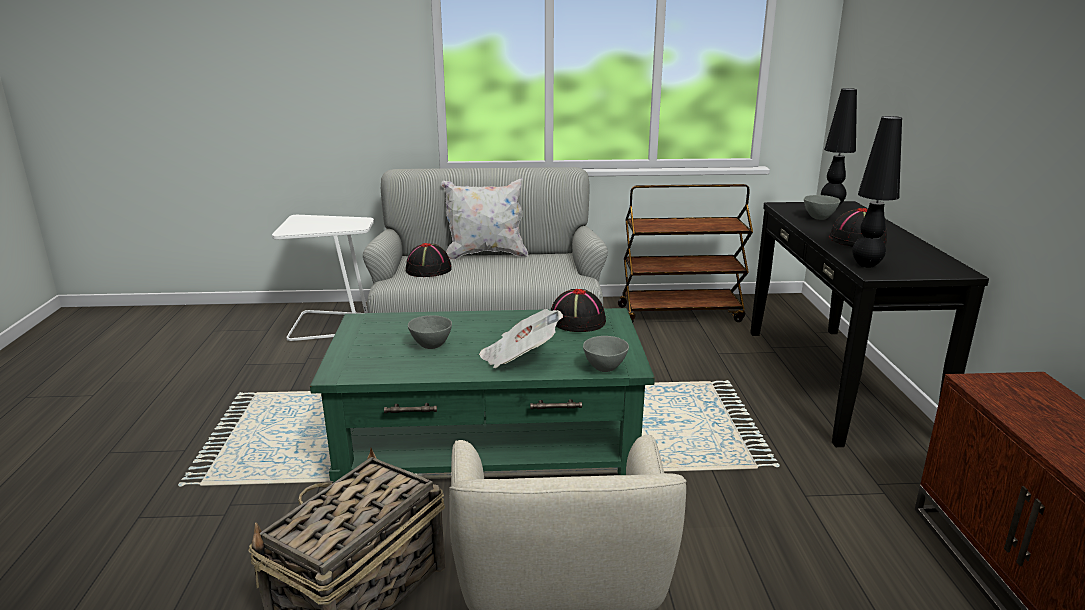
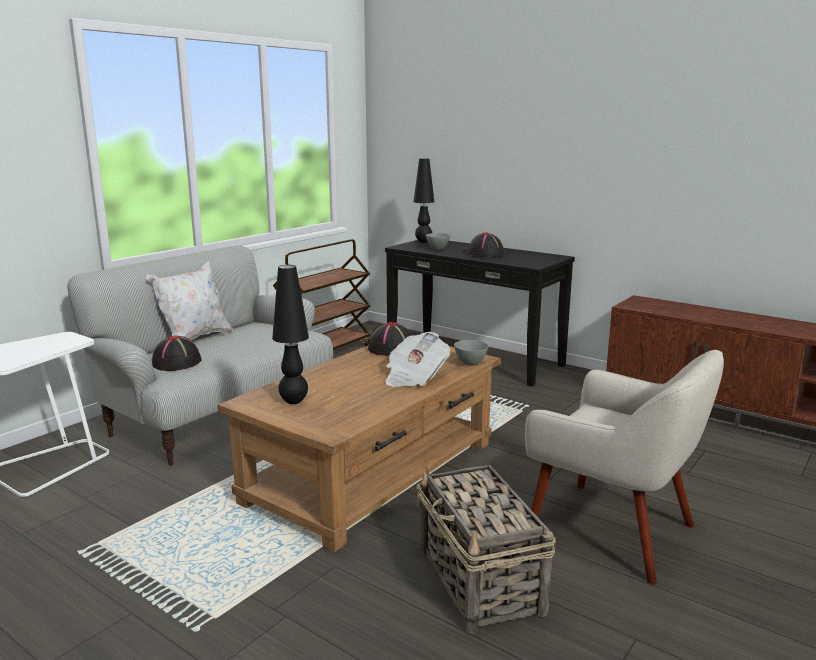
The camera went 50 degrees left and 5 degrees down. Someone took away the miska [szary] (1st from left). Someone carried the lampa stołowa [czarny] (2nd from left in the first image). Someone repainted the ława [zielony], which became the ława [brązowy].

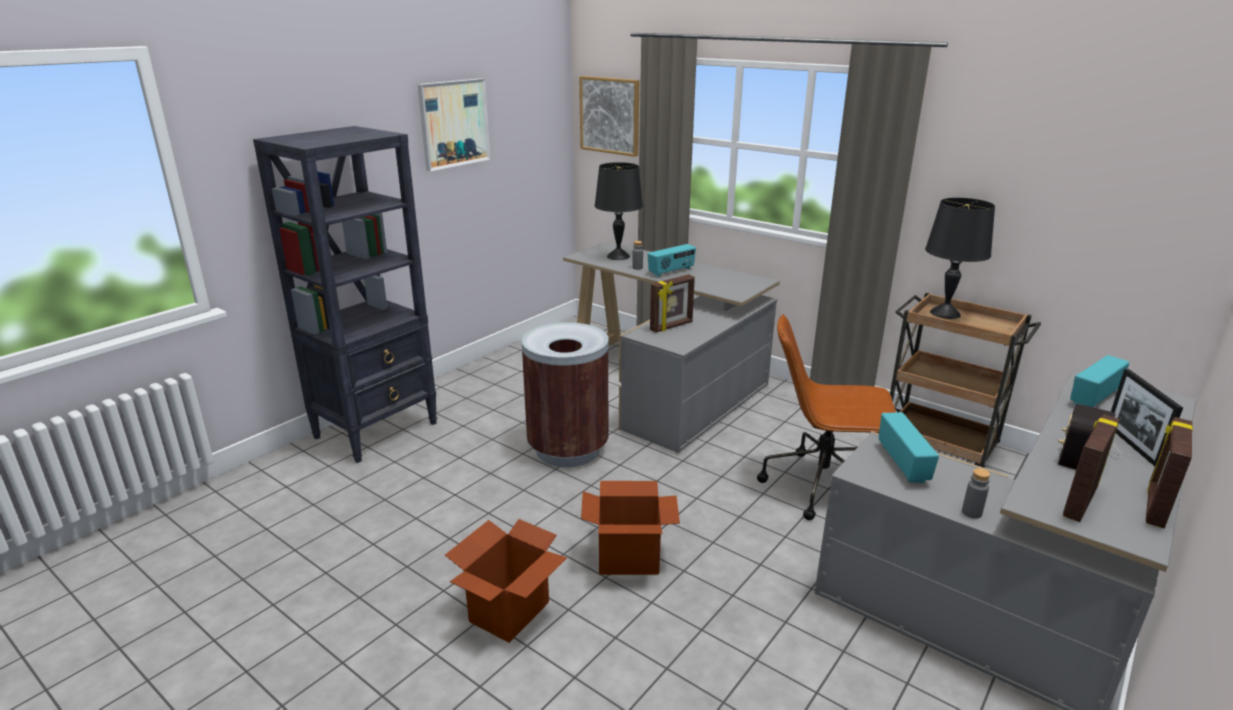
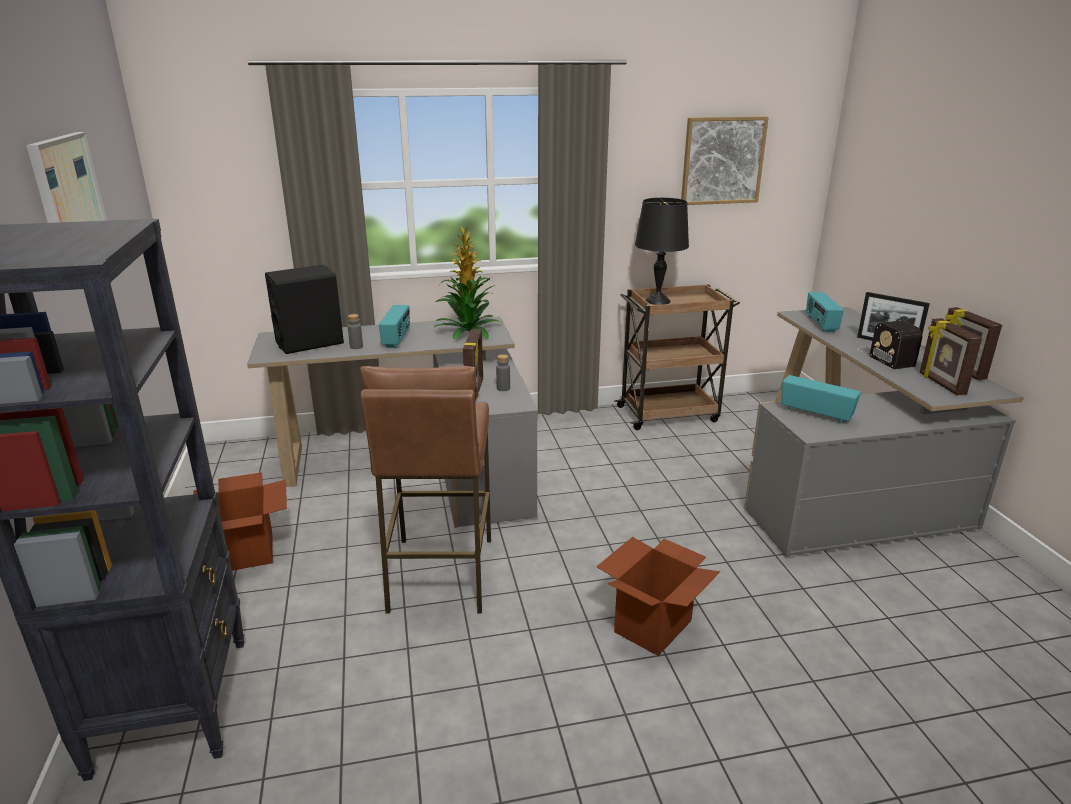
The camera went 50 degrees left and 0 degrees up. Someone took away the krzesło biurowe [brązowy]. Someone put down the roślina doniczkowa. Someone carried the karton (1st from left). Someone carried the obraz (2nd from left). Someone carried the butelka [szary] (2nd from left). Someone swapped the kosz na śmieci [brązowy] for the stołek [brązowy]. Someone swapped the lampa stołowa [czarny] (1st from left) for the głośnik [czarny].

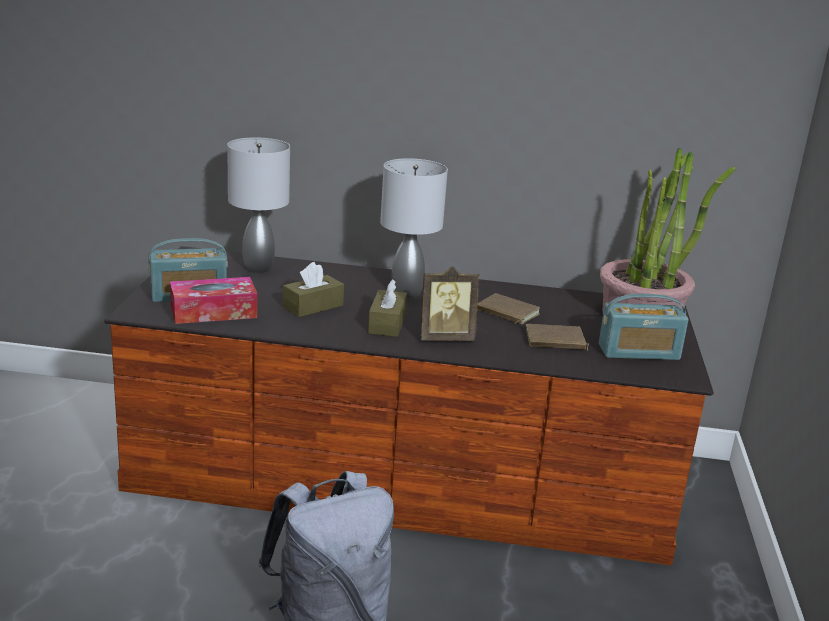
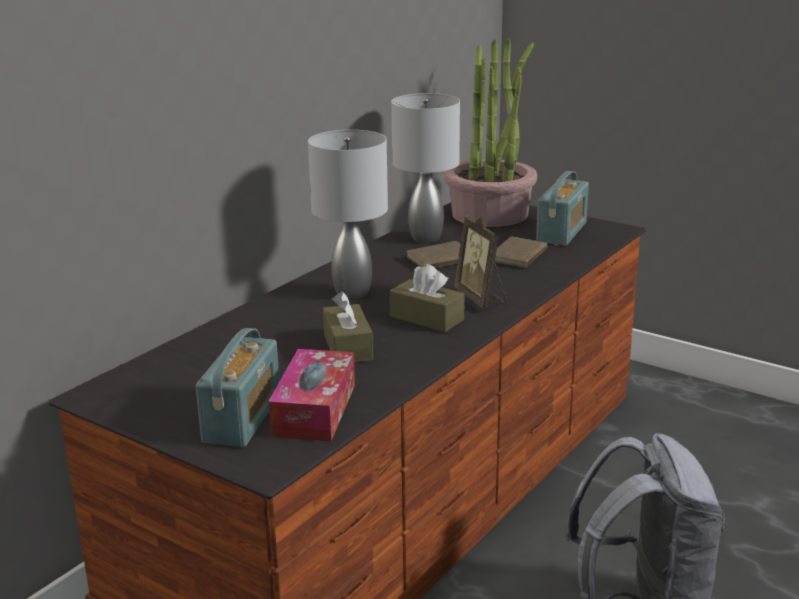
The camera went 60 degrees left and 0 degrees up. Someone carried the lampa stołowa [szary] (1st from left in the first image). Someone rotated the ramka na zdjęcie by 135 degrees clockwise.

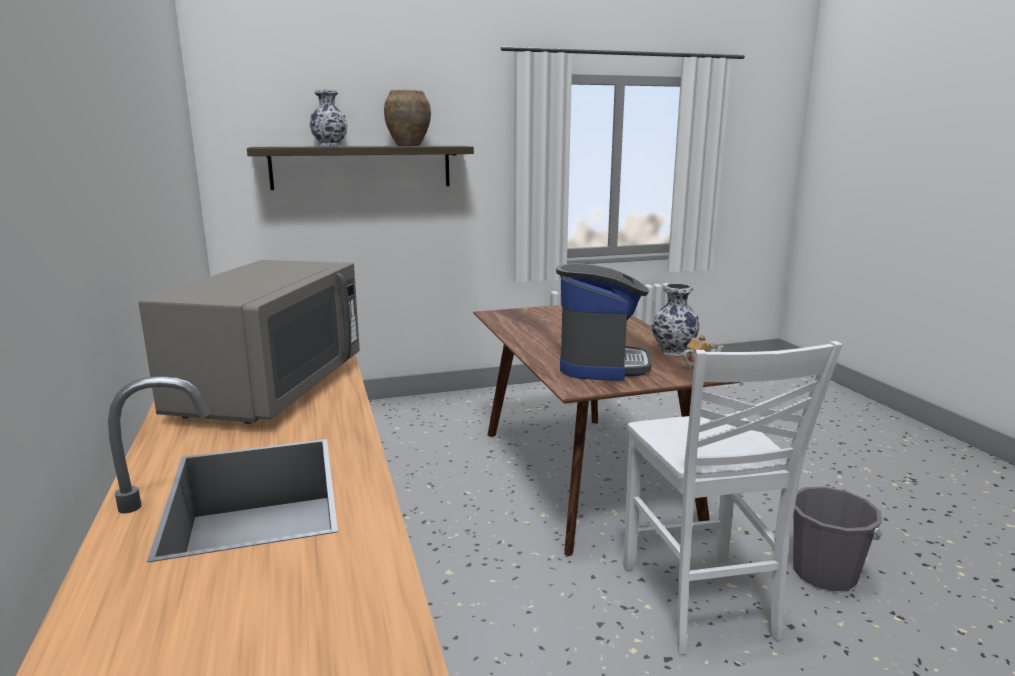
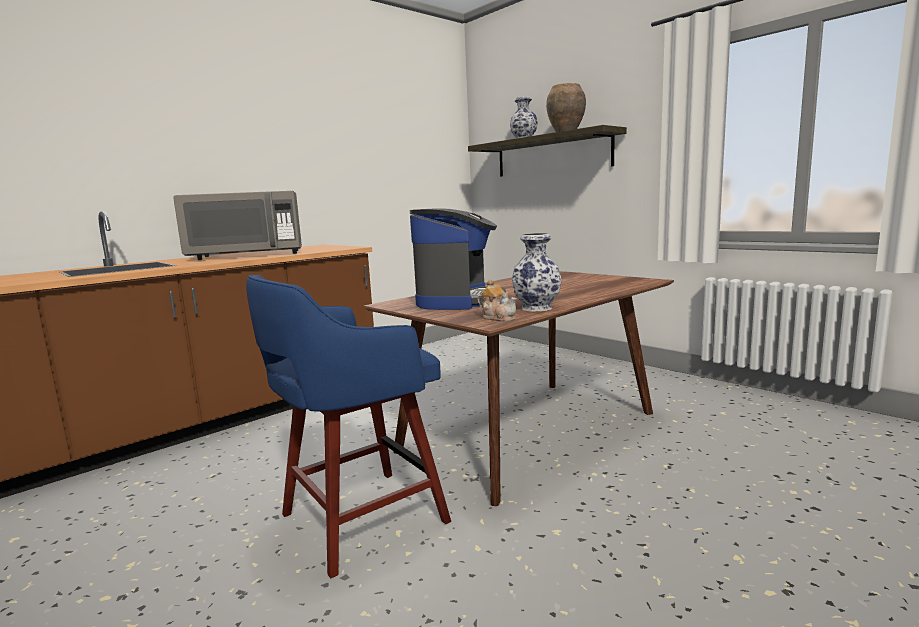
The camera went 65 degrees right and 5 degrees down. Someone took away the wiadro [szary]. Someone swapped the krzesło [biały] for the stołek [niebieski]. Someone rotated the ekspres do kawy by 60 degrees counterclockwise.

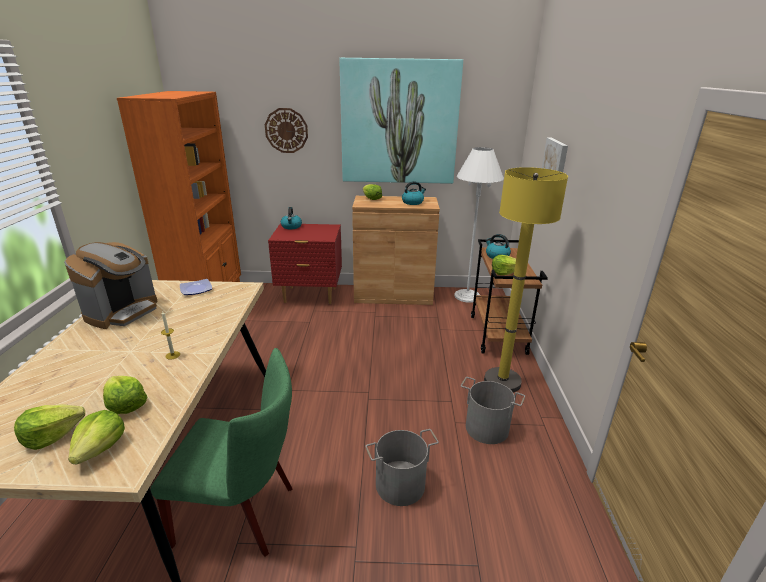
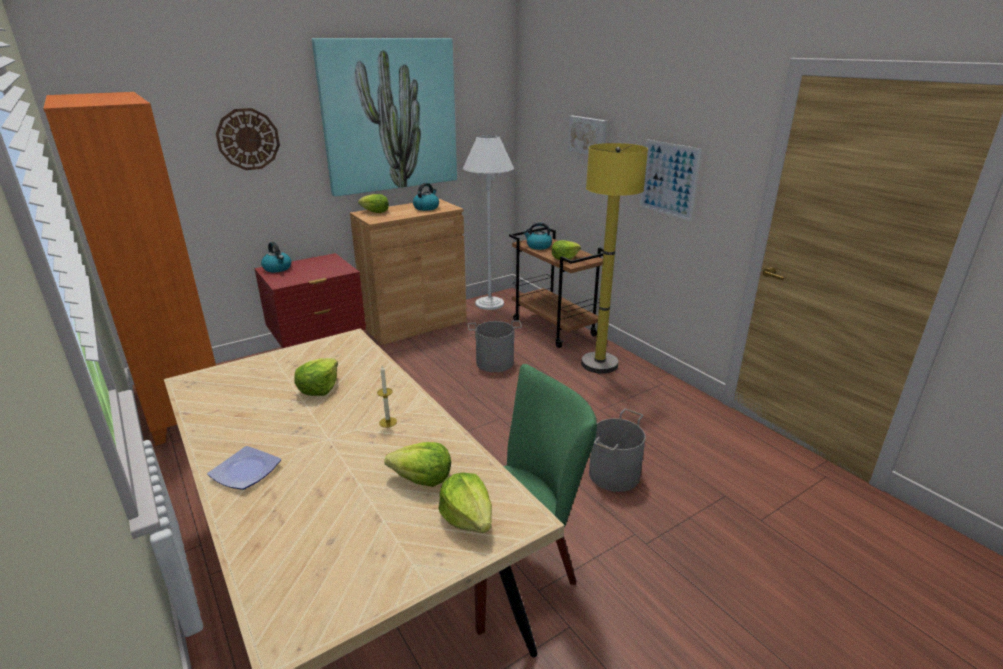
The camera went 35 degrees left and 0 degrees up. Someone took away the ekspres do kawy. Someone put up the obraz (3rd from left). Someone carried the sałata (1st from left). Someone carried the talerz. Someone carried the wiadro [szary] (2nd from left in the first image).

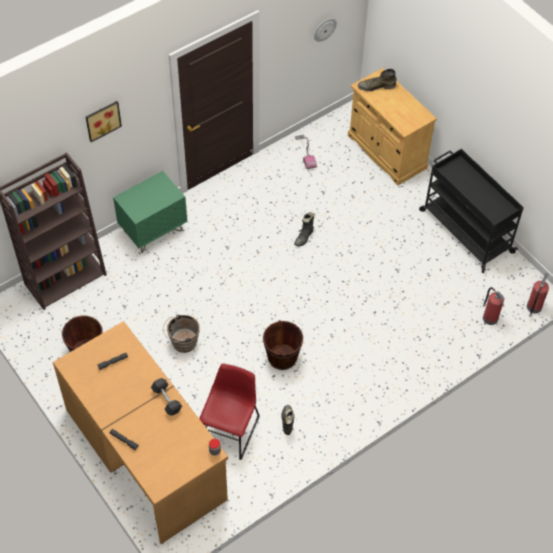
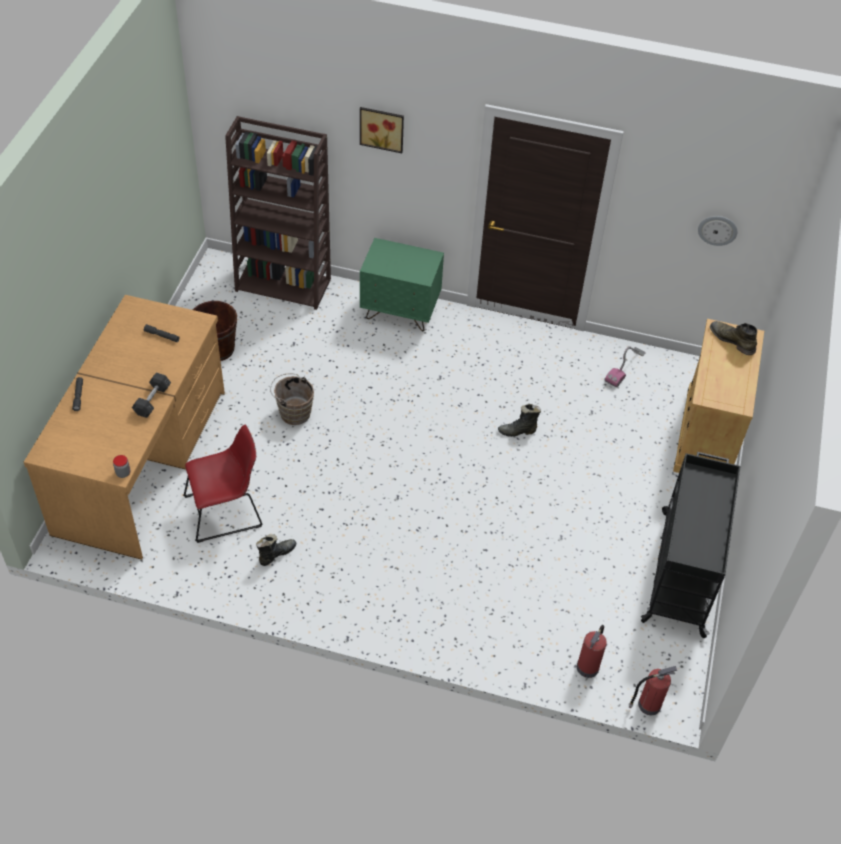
The camera went 50 degrees right and 5 degrees down. Someone took away the wiadro [brązowy] (3rd from left).

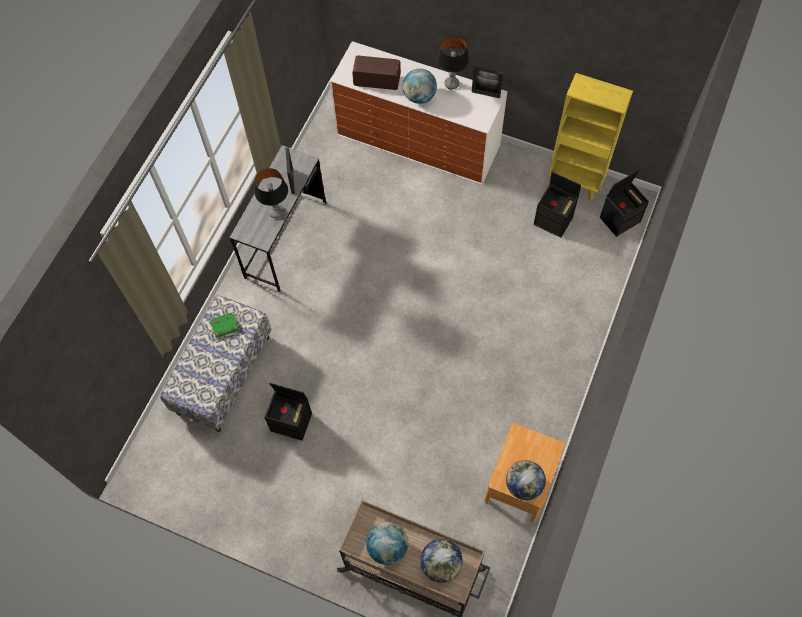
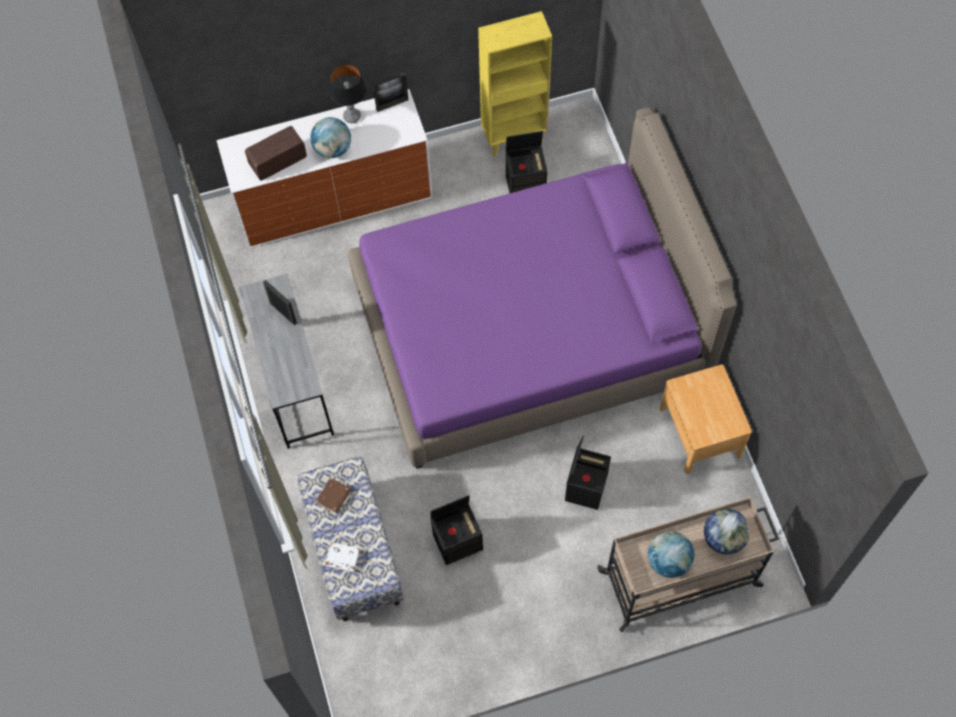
The camera went 40 degrees left and 0 degrees up. Someone took away the lampa stołowa (1st from left). Someone took away the globus (4th from left). Someone put down the książka [biały]. Someone put down the łóżko [fioletowy]. Someone carried the pojemnik do przechowywania [czarny] (3rd from left). Someone repainted the książka [zielony], which became the książka [brązowy].

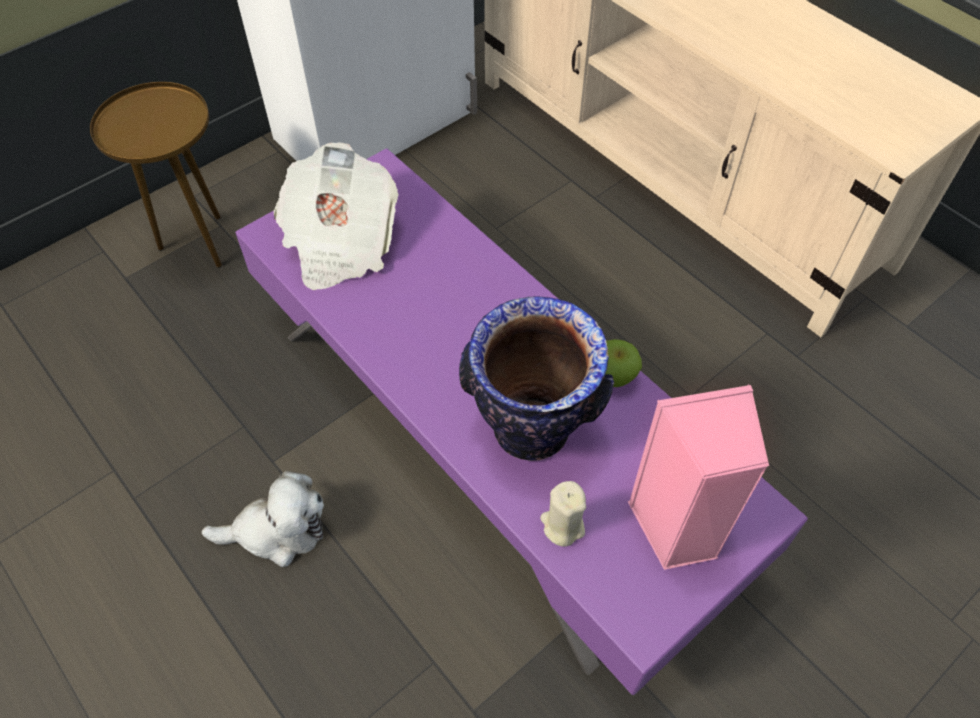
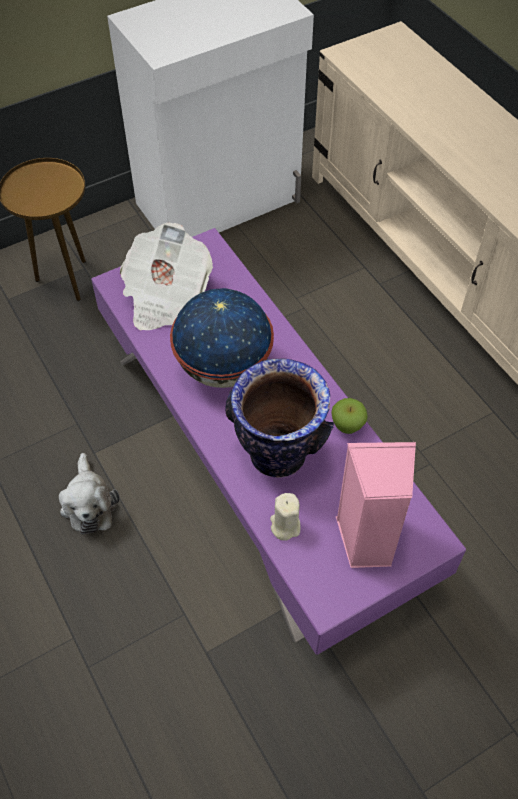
The camera went 10 degrees right and 0 degrees up. Someone put down the globus. Someone rotated the pluszak by 75 degrees clockwise.

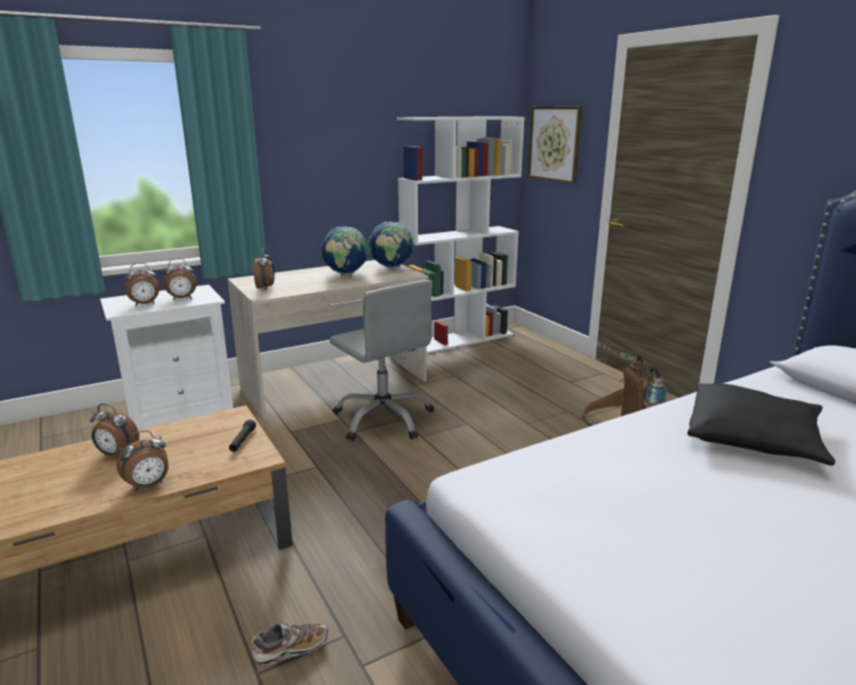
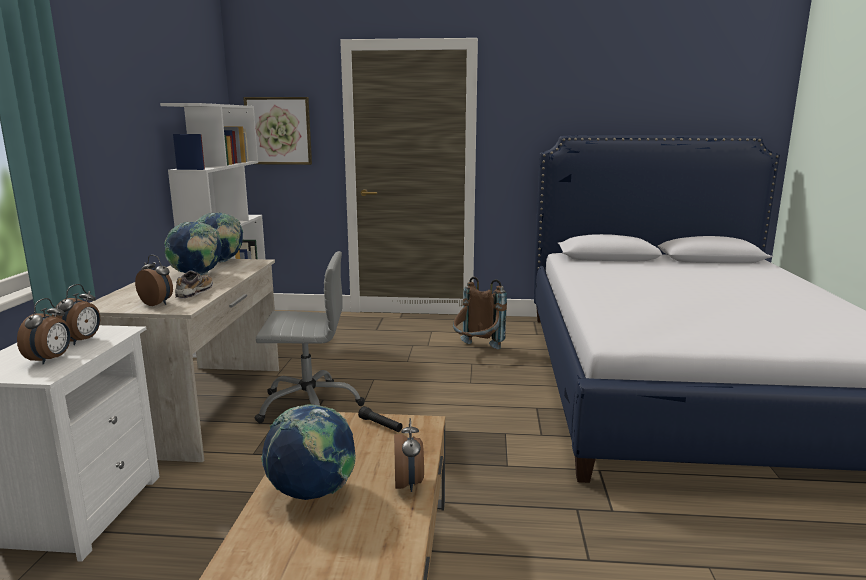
The camera went 55 degrees left and 5 degrees down. Someone took away the poduszka [czarny]. Someone carried the but. Someone swapped the budzik (1st from left) for the globus (3rd from left).

